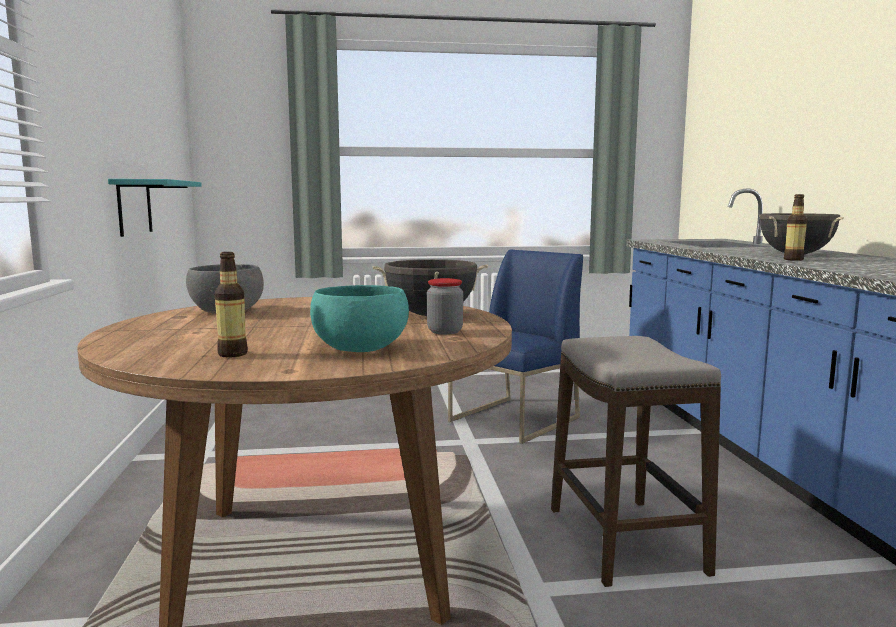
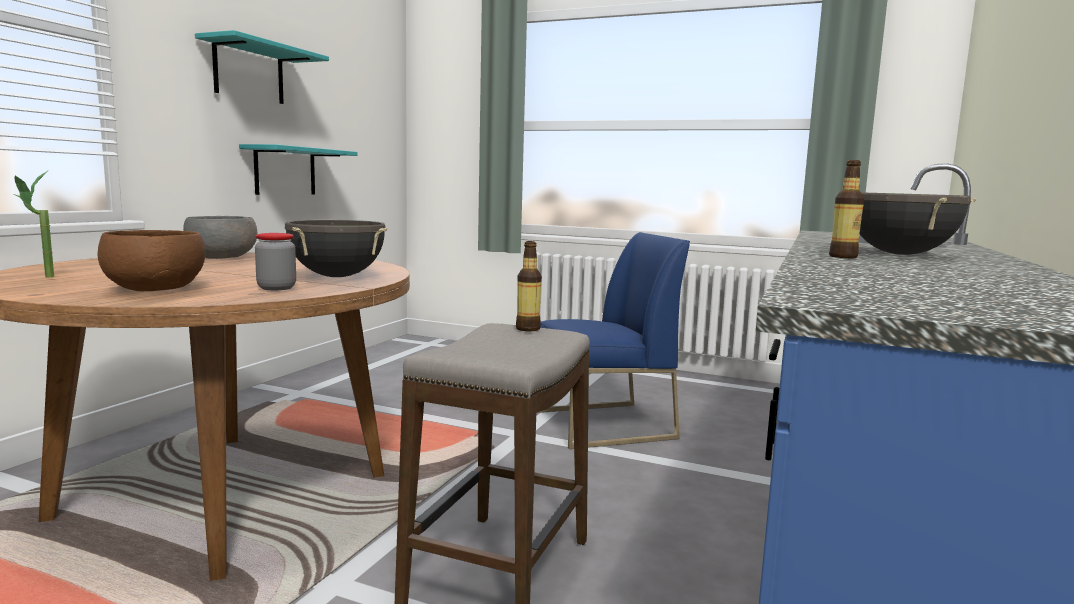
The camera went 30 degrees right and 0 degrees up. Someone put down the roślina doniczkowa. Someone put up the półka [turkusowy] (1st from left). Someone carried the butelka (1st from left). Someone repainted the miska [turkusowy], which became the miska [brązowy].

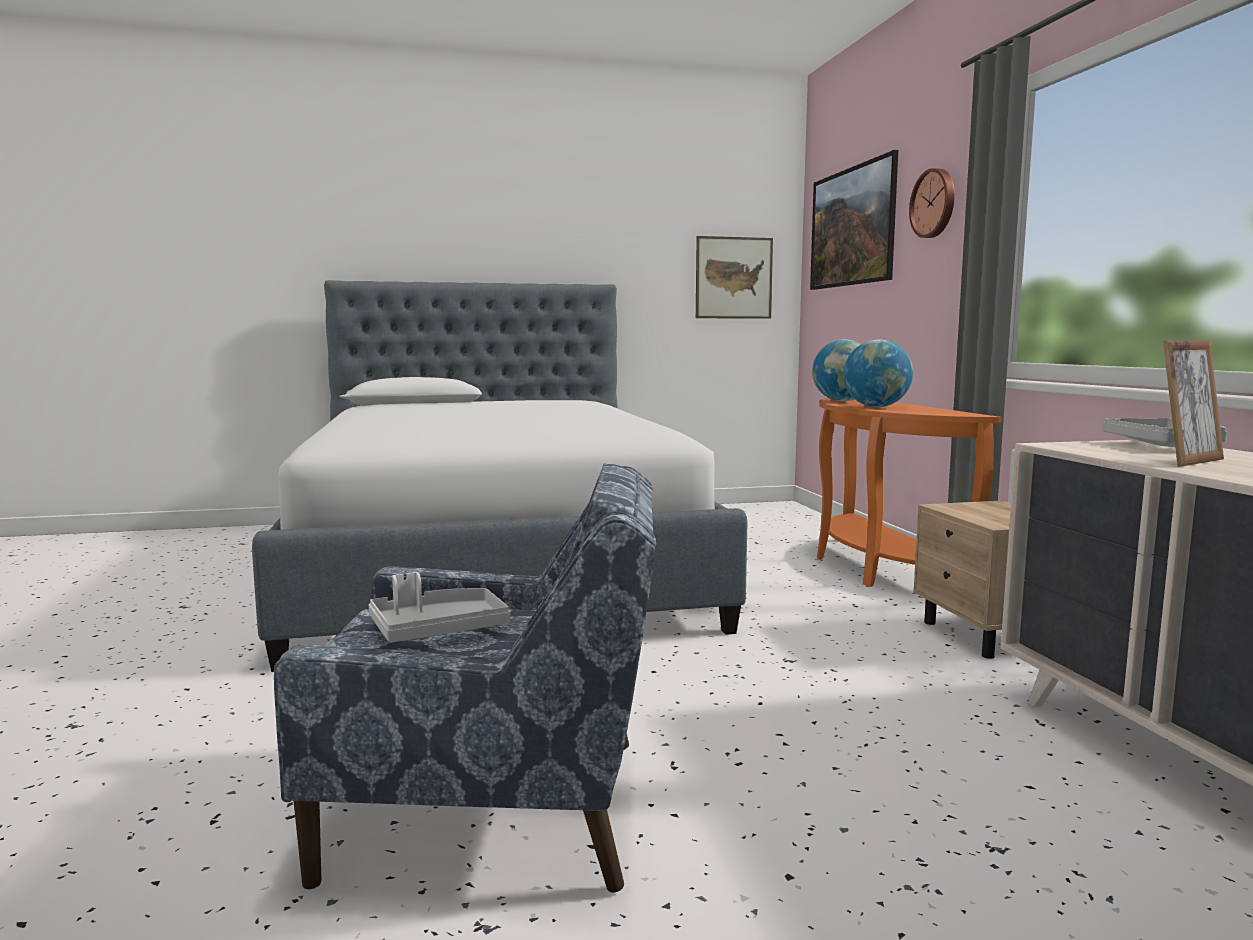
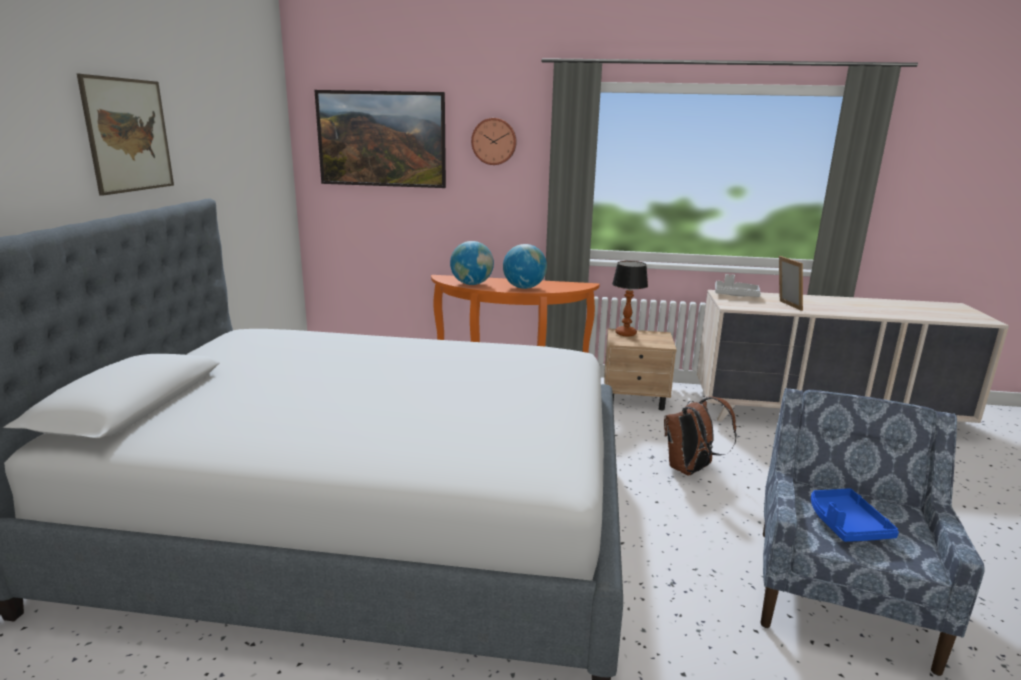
The camera went 70 degrees left and 10 degrees up. Someone put down the lampa stołowa. Someone put down the plecak [brązowy]. Someone carried the obraz (1st from left). Someone repainted the taca [szary] (1st from left), which became the taca [niebieski].

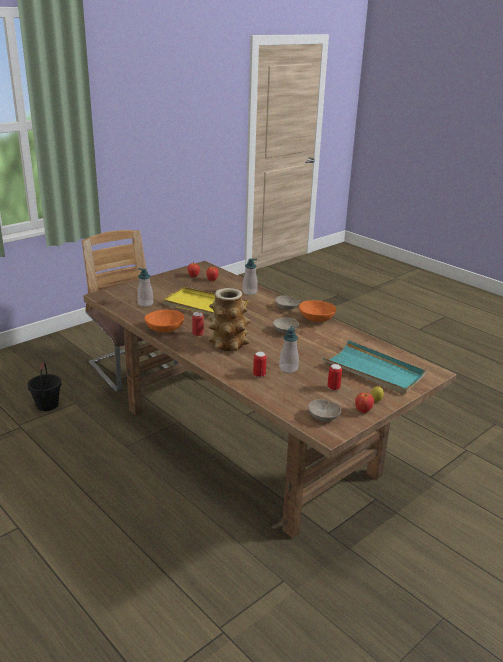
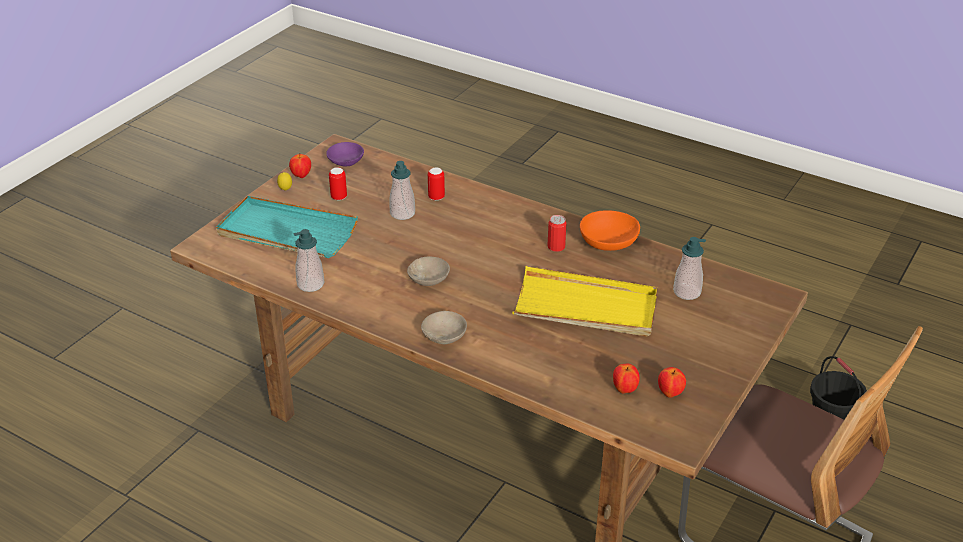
The camera went 165 degrees right and 10 degrees up. Someone took away the wazon. Someone took away the miska [pomarańczowy] (2nd from left). Someone carried the dozownik mydła (2nd from left in the first image). Someone repainted the miska [beżowy] (3rd from left), which became the miska [fioletowy].

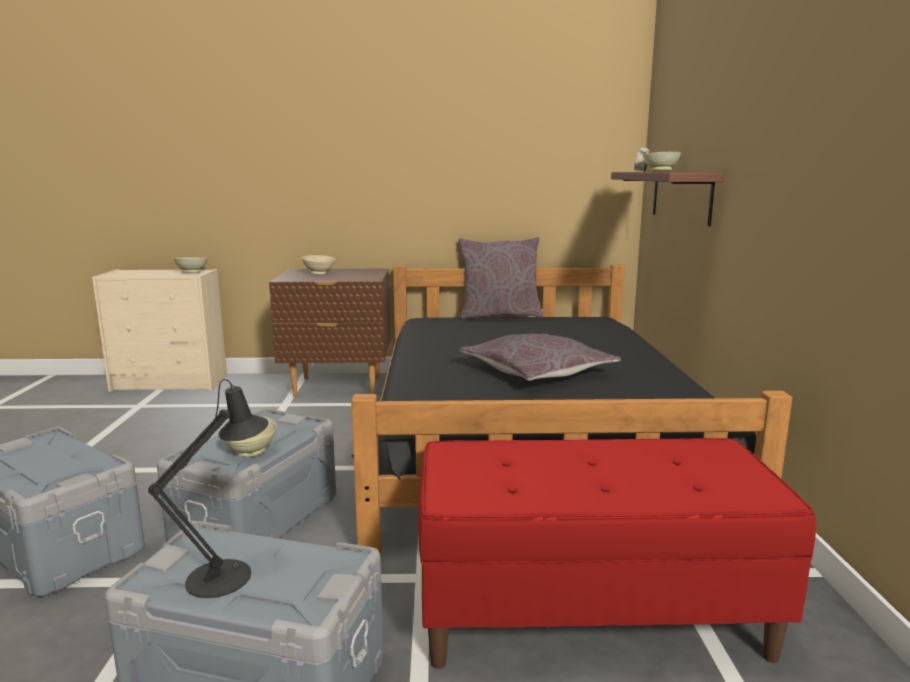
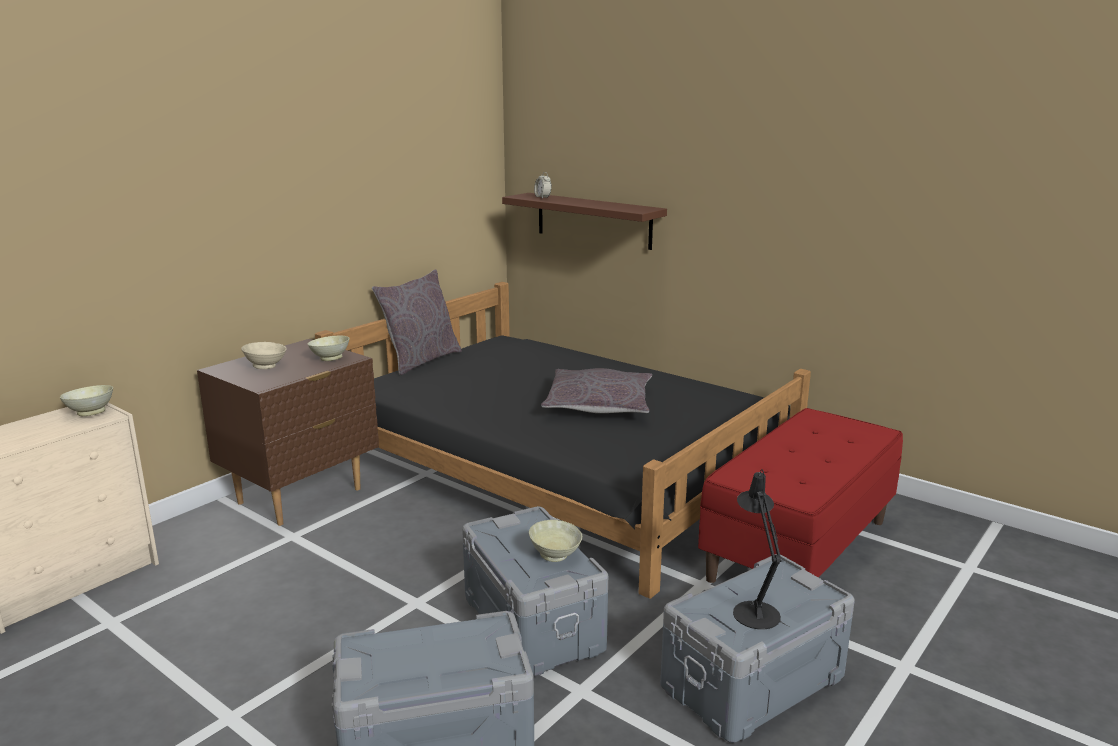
The camera went 50 degrees left and 5 degrees up. Someone carried the miska [beżowy] (4th from left in the first image).

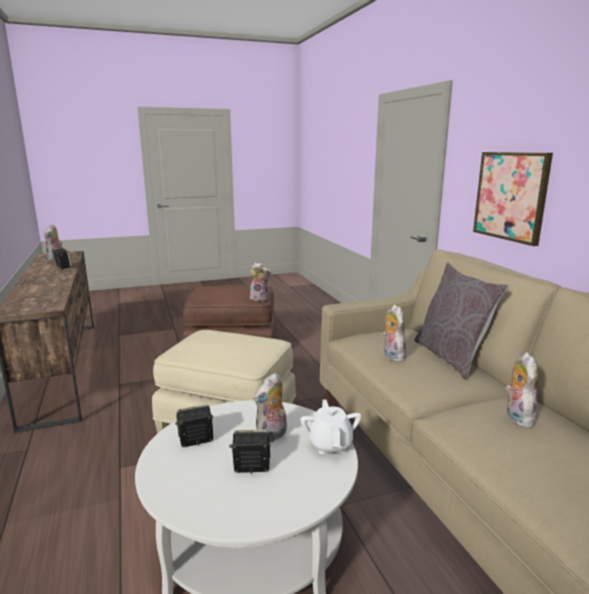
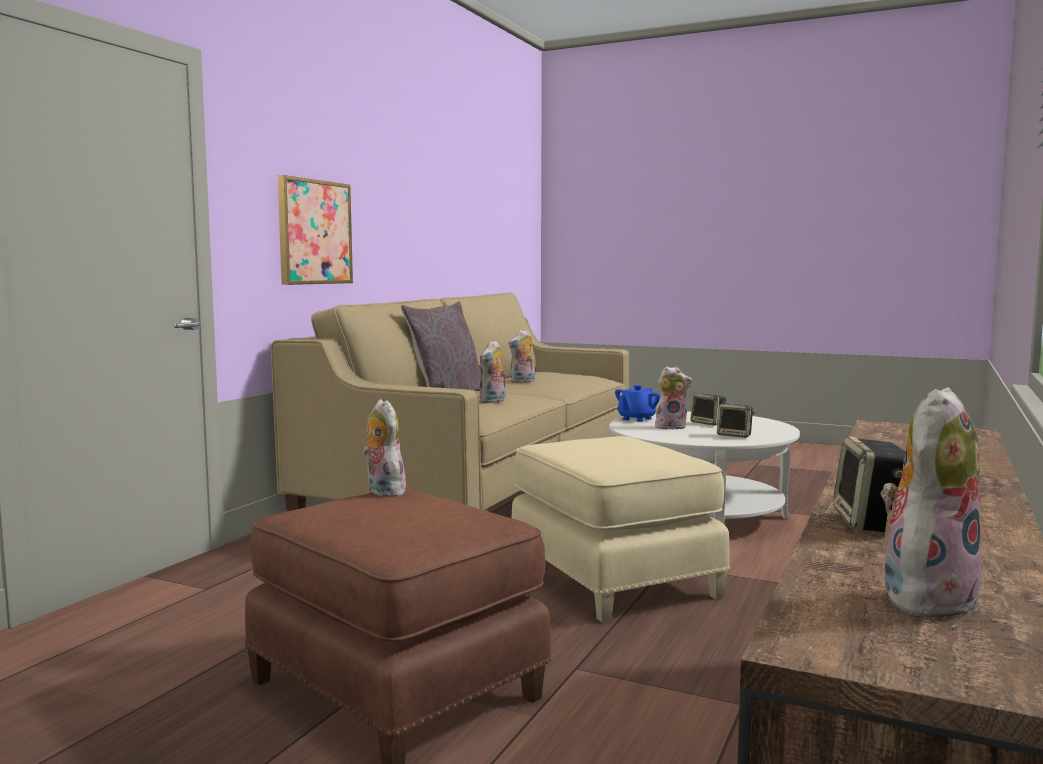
The camera went 135 degrees left and 10 degrees down. Someone repainted the imbryk [biały], which became the imbryk [niebieski].

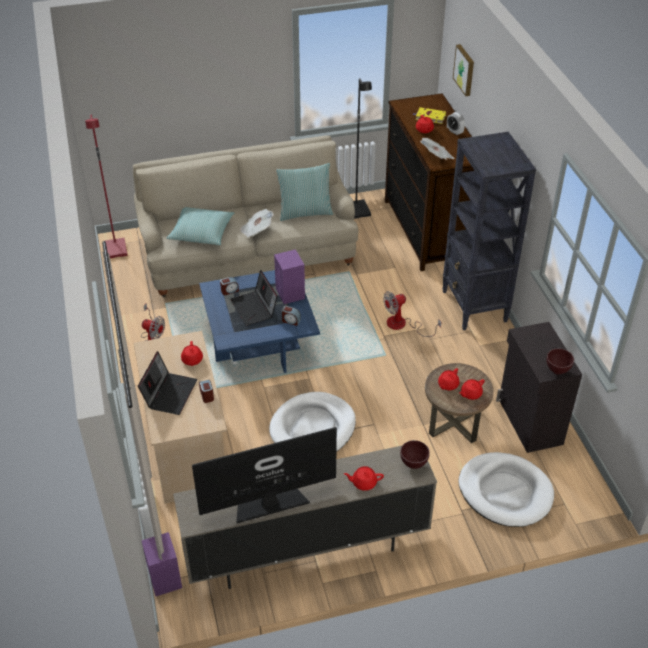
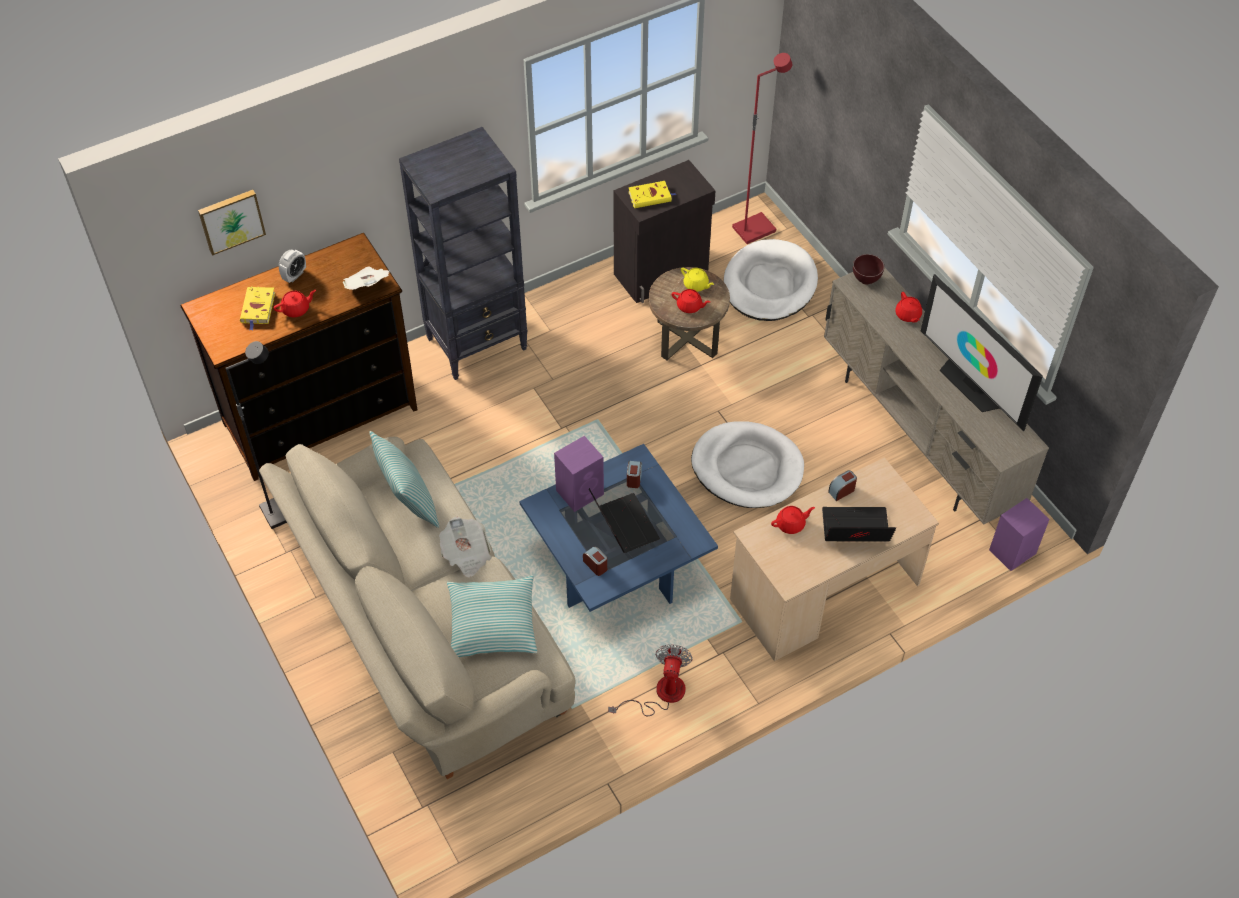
The camera went 105 degrees left and 10 degrees up. Someone took away the wentylator (2nd from left). Someone took away the miska [brązowy] (2nd from left). Someone put down the książka [żółty] (2nd from left). Someone carried the lampa stojąca [czerwony]. Someone repainted the imbryk [czerwony] (5th from left), which became the imbryk [żółty]. Someone rotated the laptop (2nd from left in the first image) by 75 degrees counterclockwise.

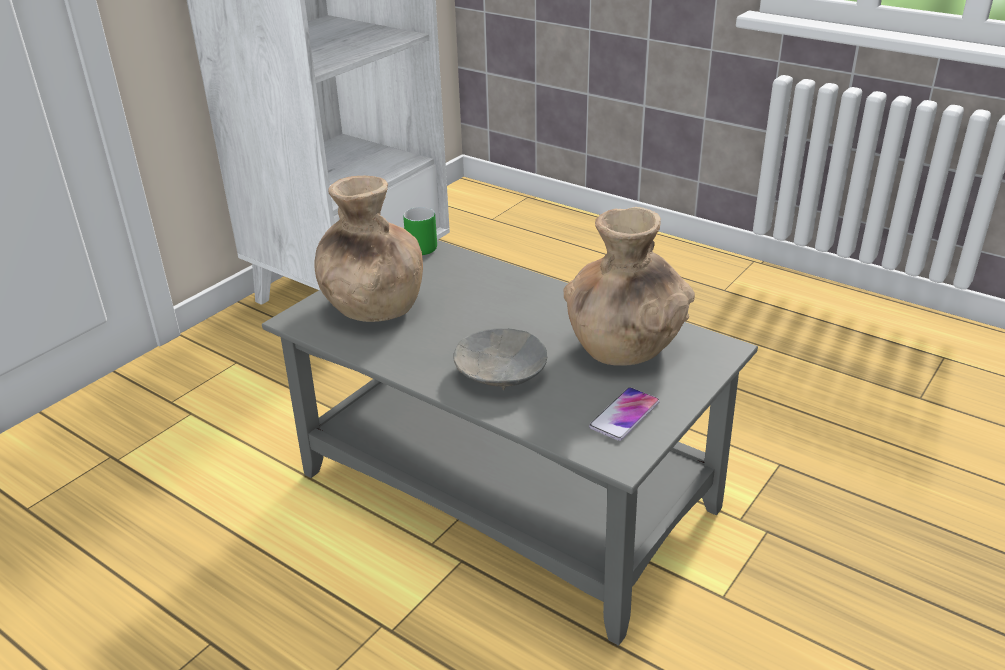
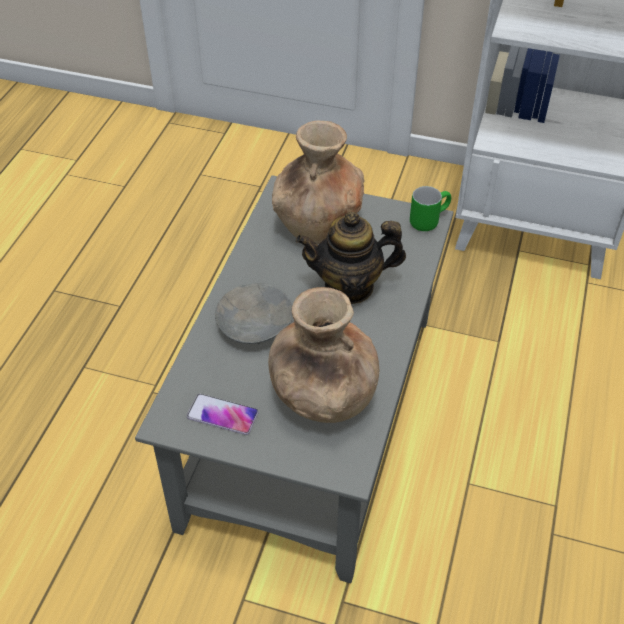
The camera went 70 degrees right and 15 degrees up. Someone put down the imbryk.

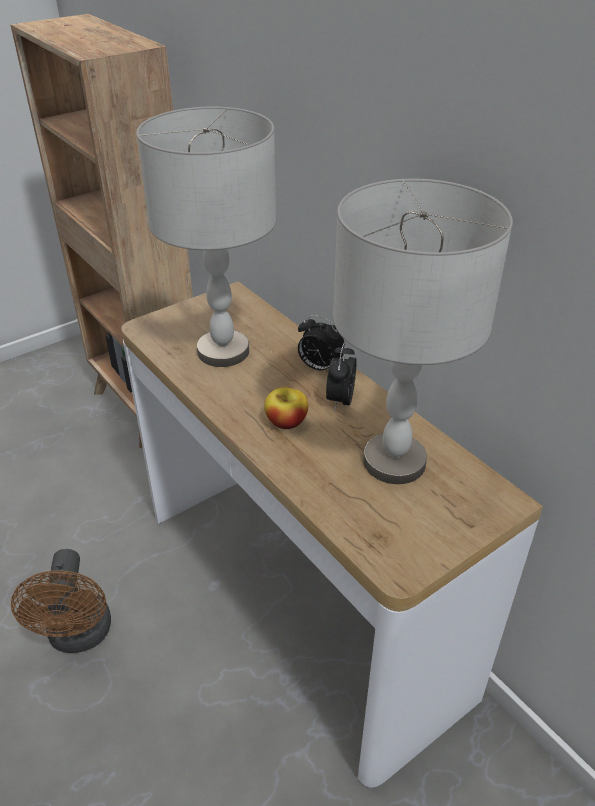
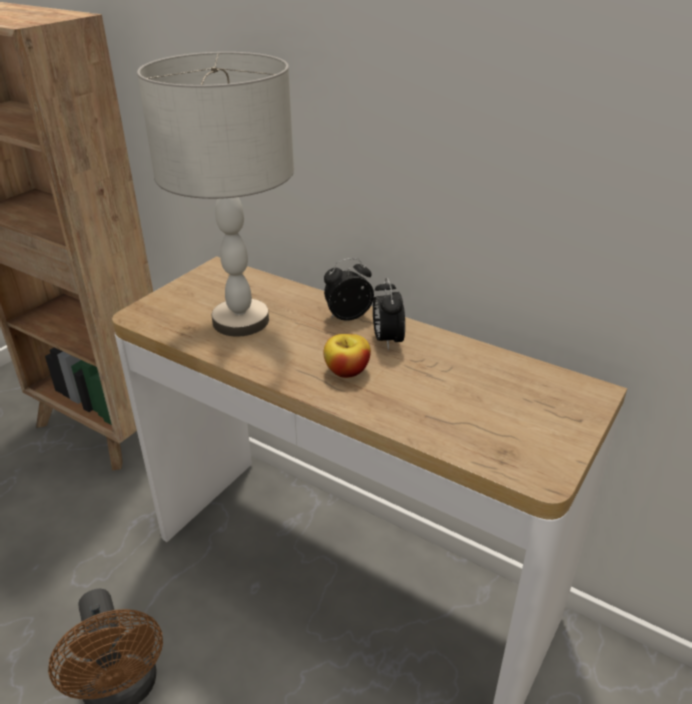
The camera went 20 degrees left and 5 degrees down. Someone took away the lampa stołowa [szary] (2nd from left). Someone rotated the budzik (1st from left) by 150 degrees clockwise.

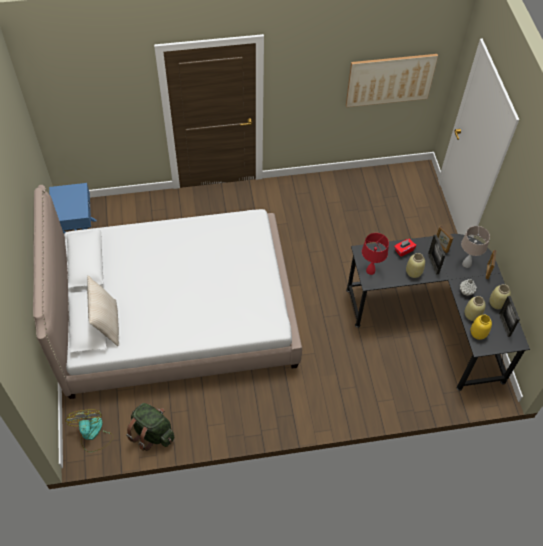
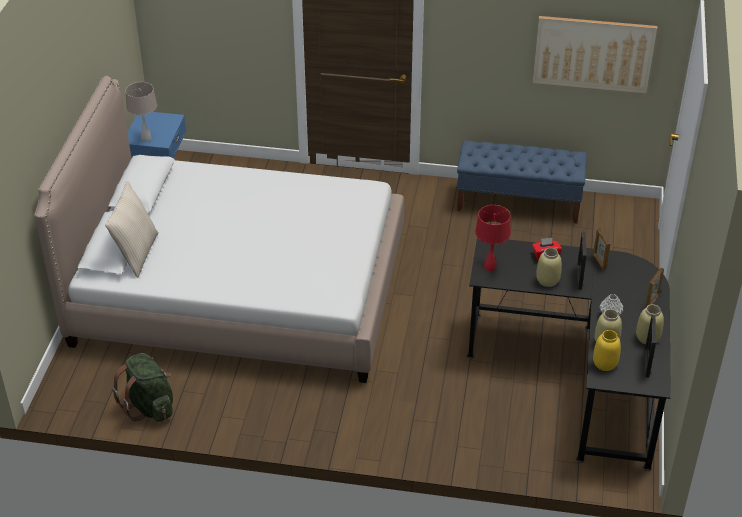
The camera went 20 degrees right and 15 degrees down. Someone took away the wentylator. Someone put down the ławka [niebieski]. Someone carried the lampa stołowa [beżowy].

